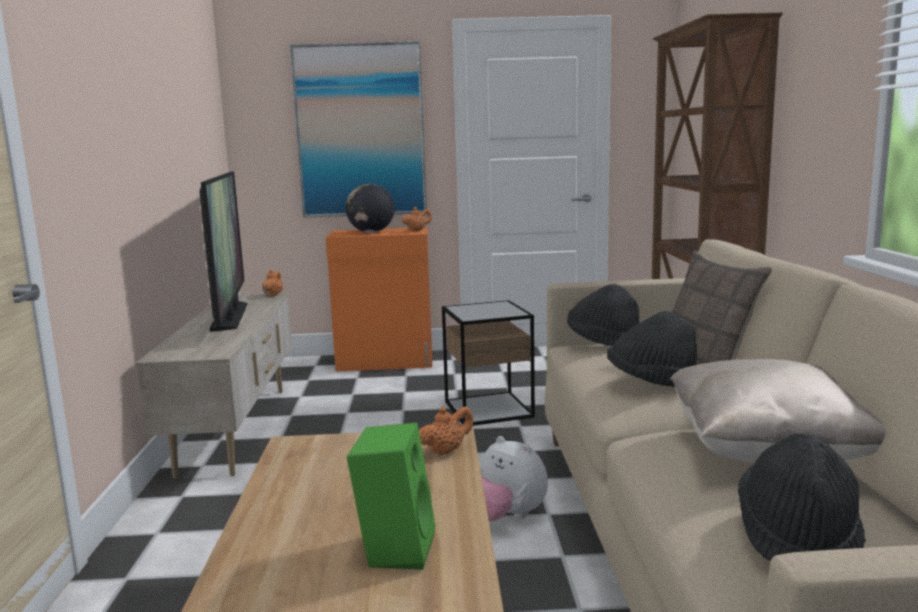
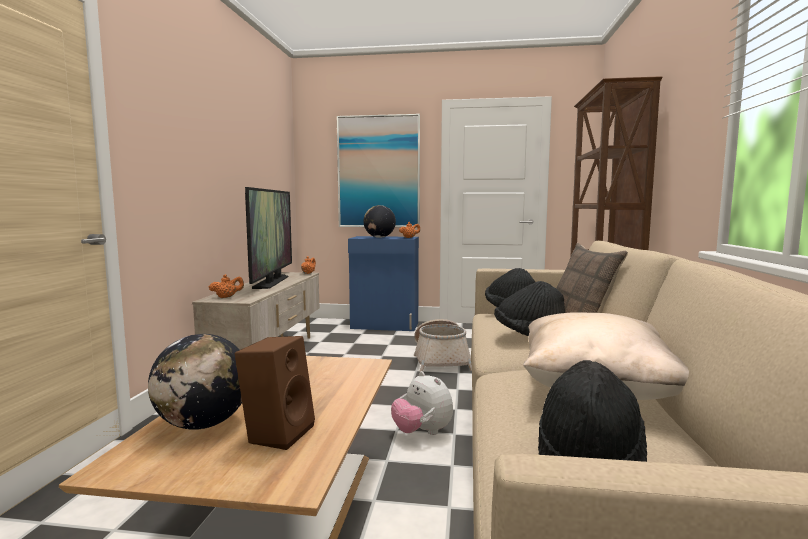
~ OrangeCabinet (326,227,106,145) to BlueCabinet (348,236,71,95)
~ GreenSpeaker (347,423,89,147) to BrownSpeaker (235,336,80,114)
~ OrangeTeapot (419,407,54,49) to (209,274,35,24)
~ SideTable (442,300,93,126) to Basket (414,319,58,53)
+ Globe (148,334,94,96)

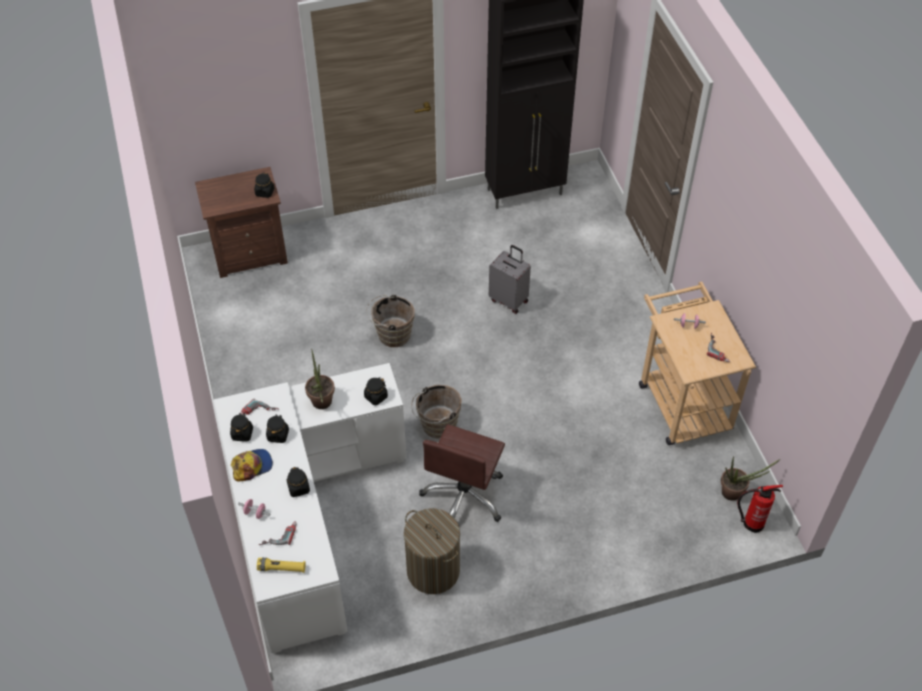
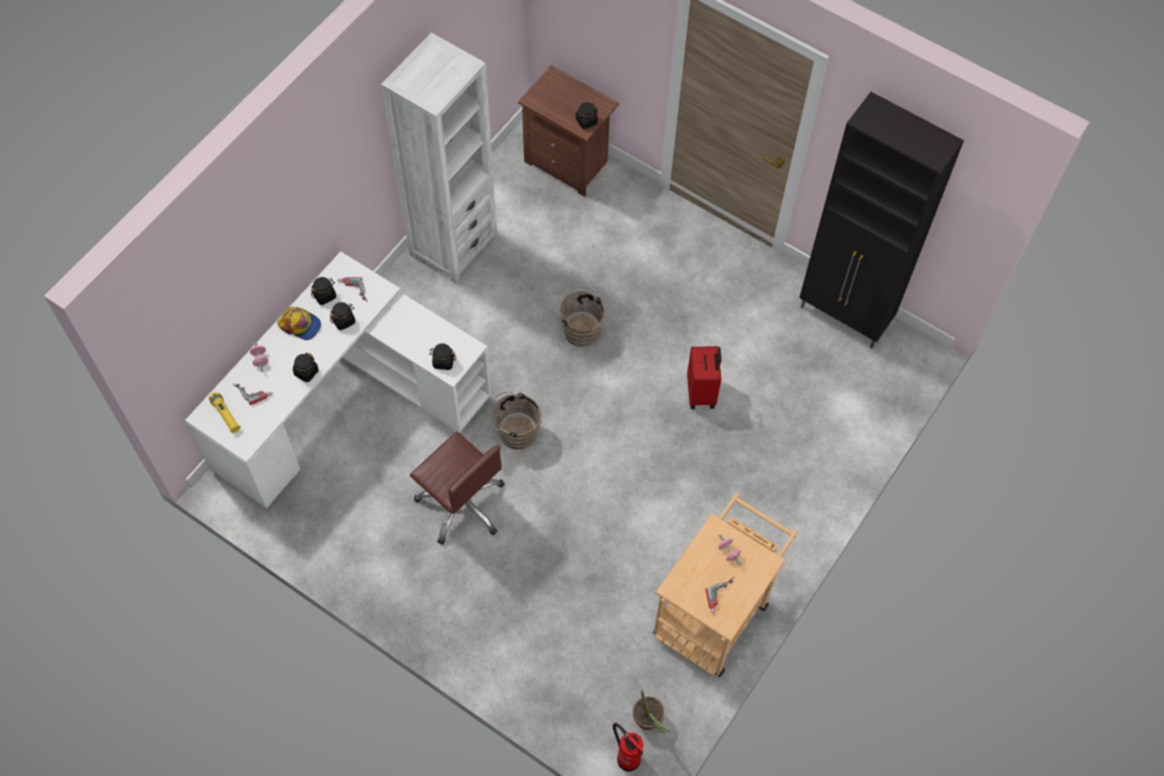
- PottedPlant (305,349,30,60)
- LaundryBasket (404,508,56,86)
~ BrownOfficeChair (419,424,86,98) = (410,432,95,113) 120 degrees counterclockwise
~ GreySuitcase (489,245,42,69) to RedSuitcase (687,346,35,63)
+ WhiteBookcase (381,33,116,251)

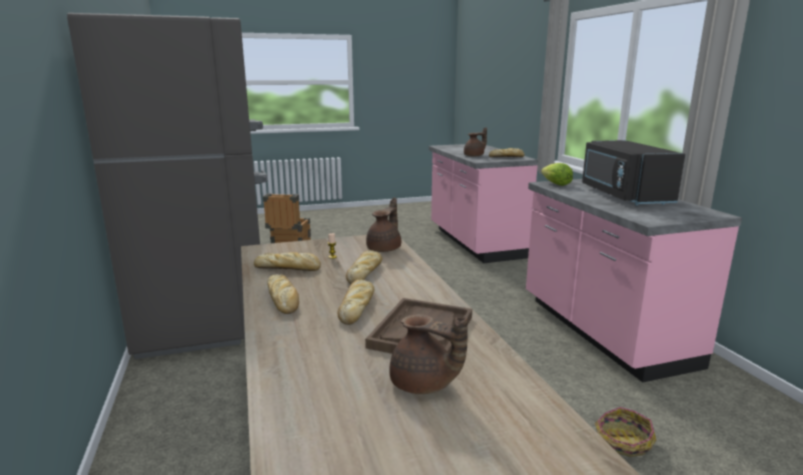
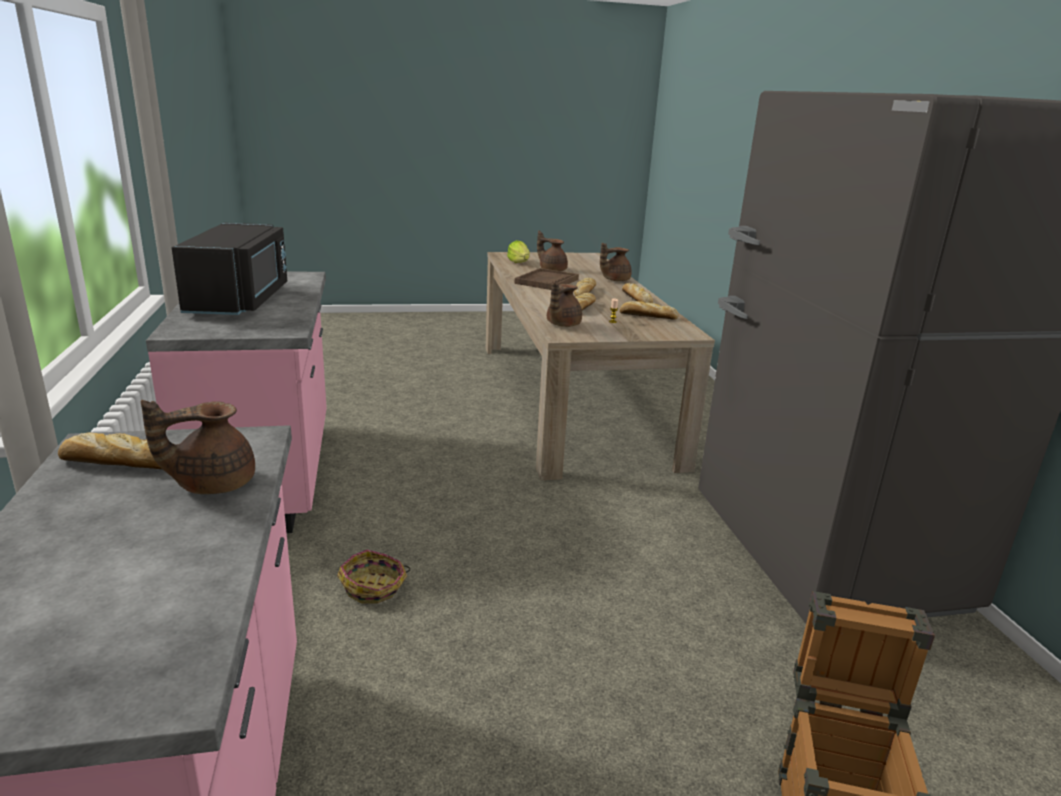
~ Lettuce (541,163,32,23) to (507,240,23,23)
~ Basket (595,407,61,50) to (337,550,73,53)
+ BrownTeapot (600,243,32,38)

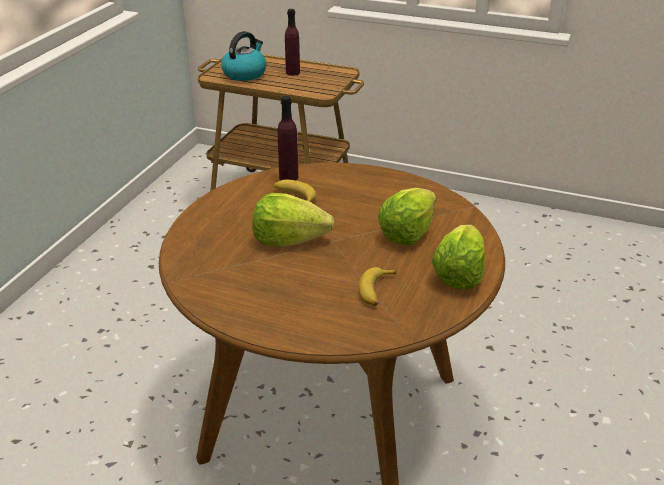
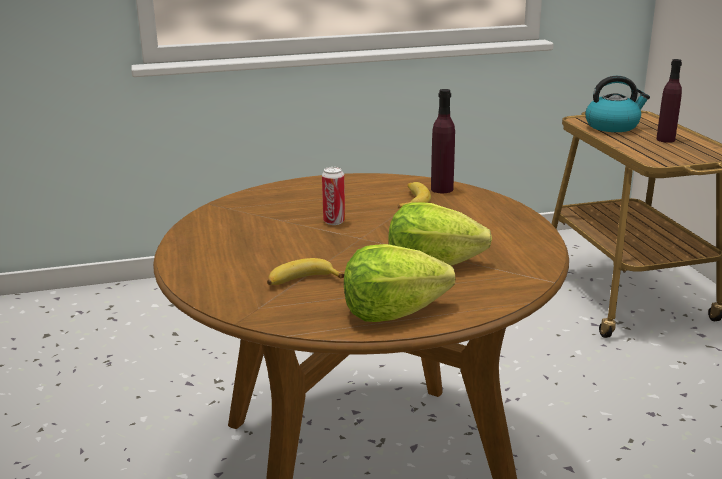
~ Lettuce (252,193,82,53) to Can (322,167,23,58)

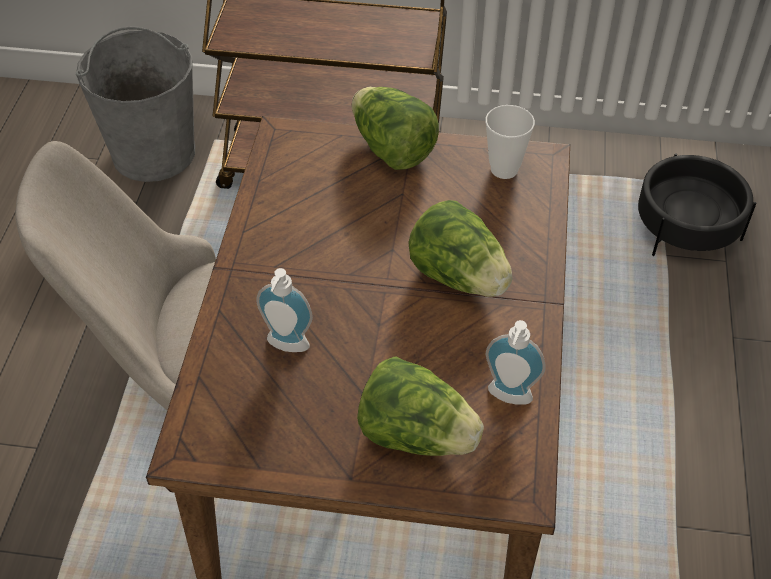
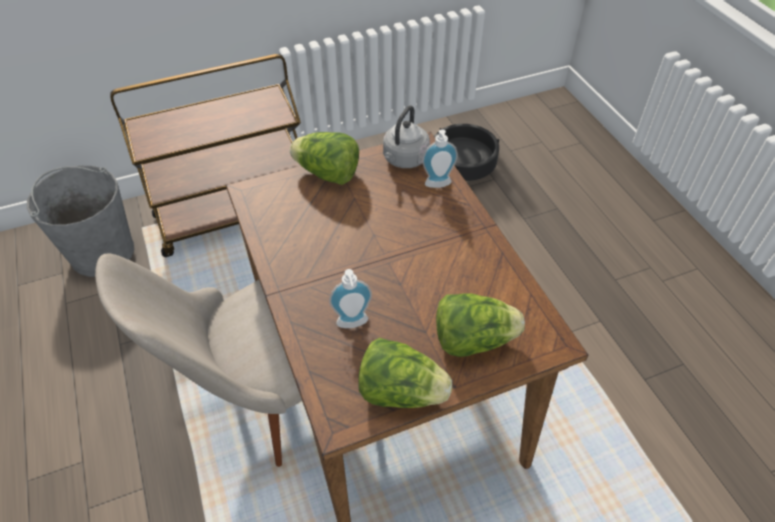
~ Lettuce (408,200,104,97) to (359,338,93,70)
~ Cup (485,105,50,74) to GreyKettle (383,105,47,63)
~ SoapDispenser (486,320,60,85) to (422,129,36,59)

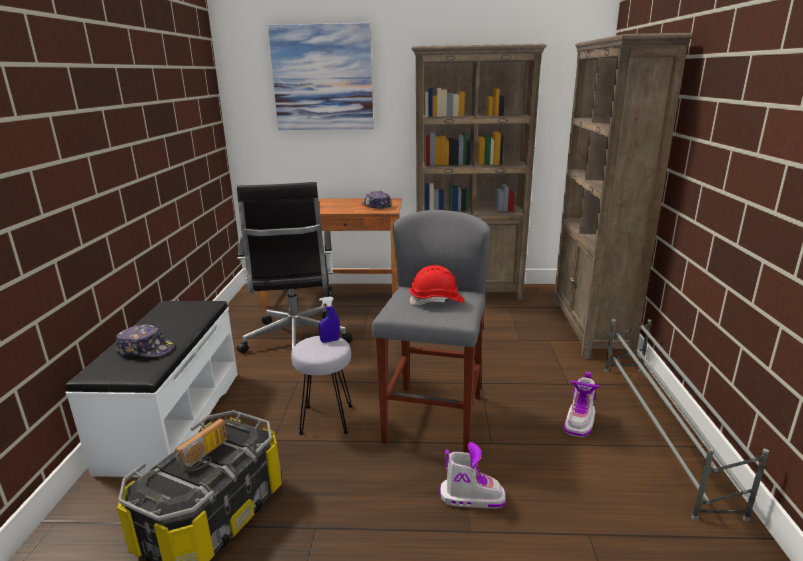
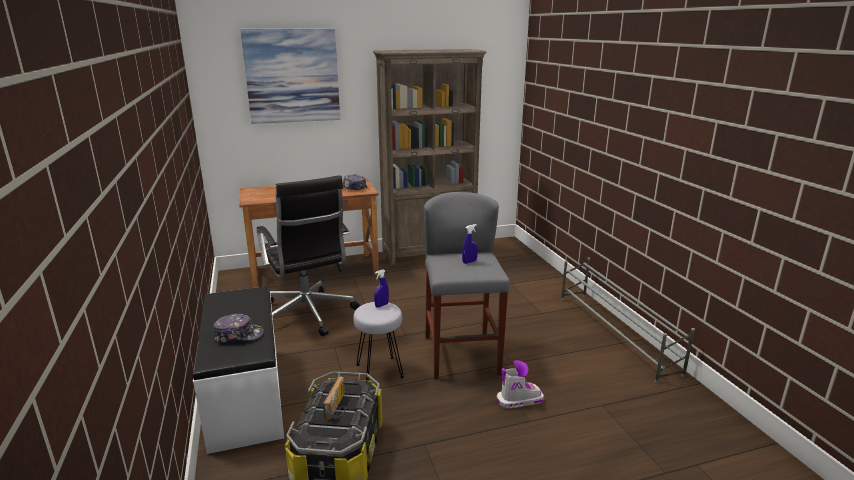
~ RedHardHat (410,265,55,40) to BlueSprayBottle (462,224,16,40)
- BrownBookcase (553,33,139,326)
- Boot (564,372,37,65)

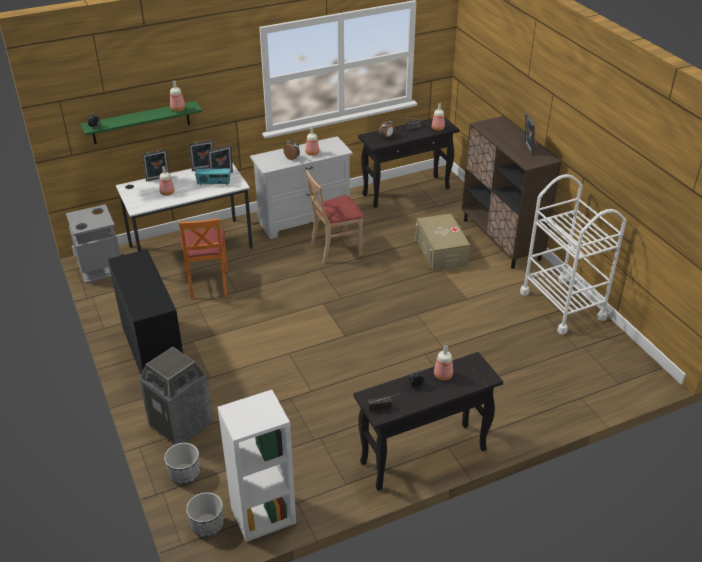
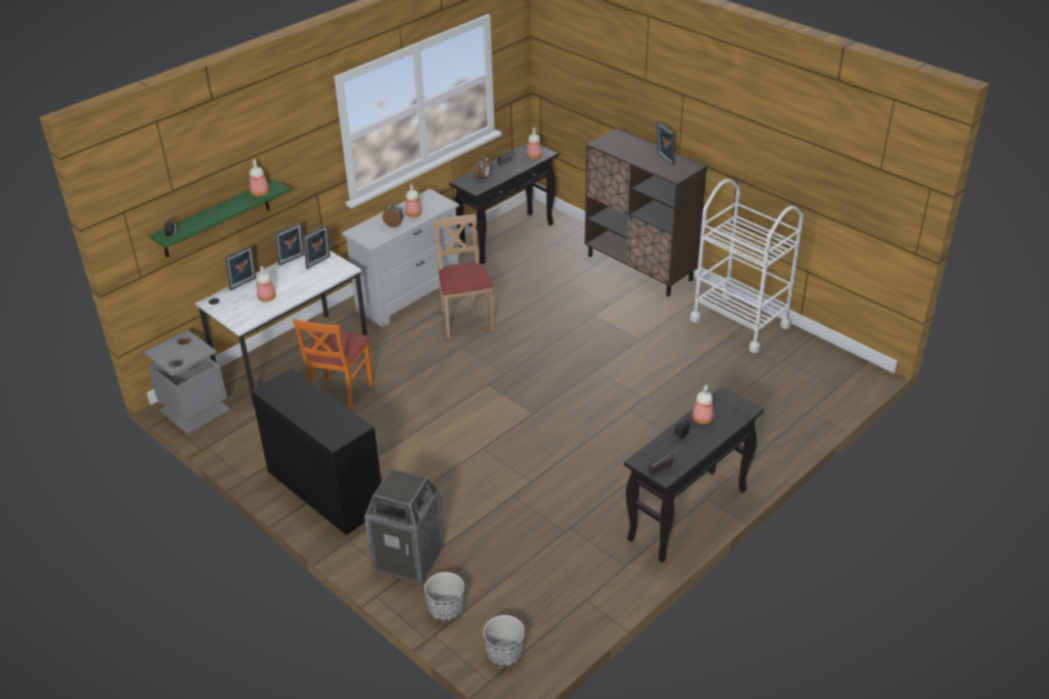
~ OrangeChair (179,218,49,82) = (293,319,81,92) 45 degrees clockwise
- Radio (195,168,35,18)
- WhiteBookcase (218,390,78,152)
~ BeigeChair (306,170,58,93) = (433,214,61,125) 120 degrees clockwise
- BeigeStorageBox (415,214,55,57)

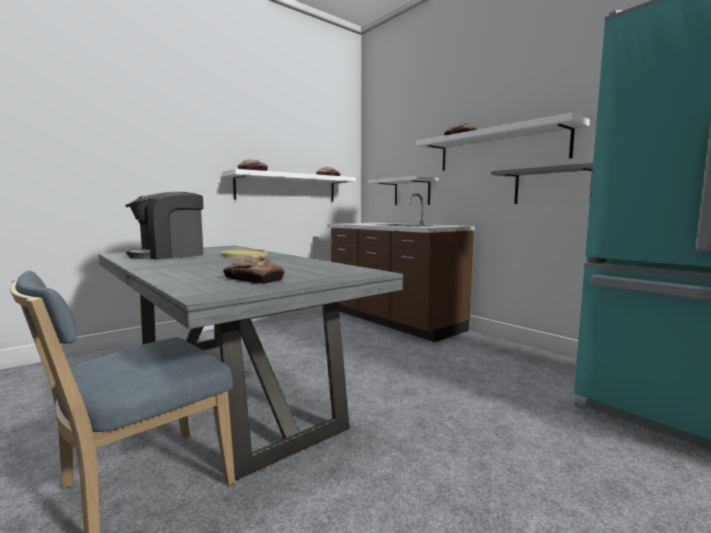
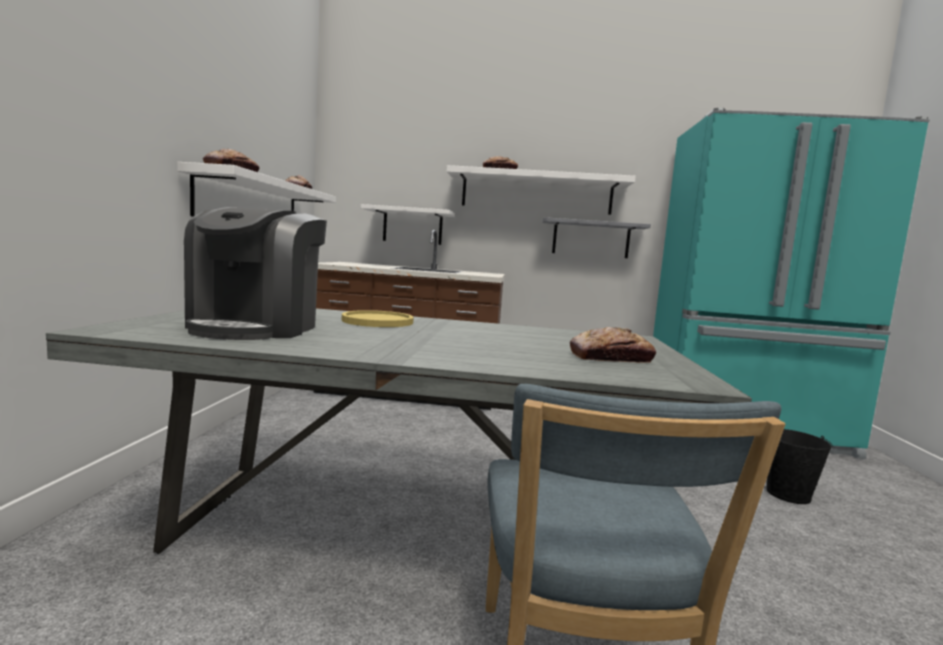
+ BlackBucket (767,429,66,75)

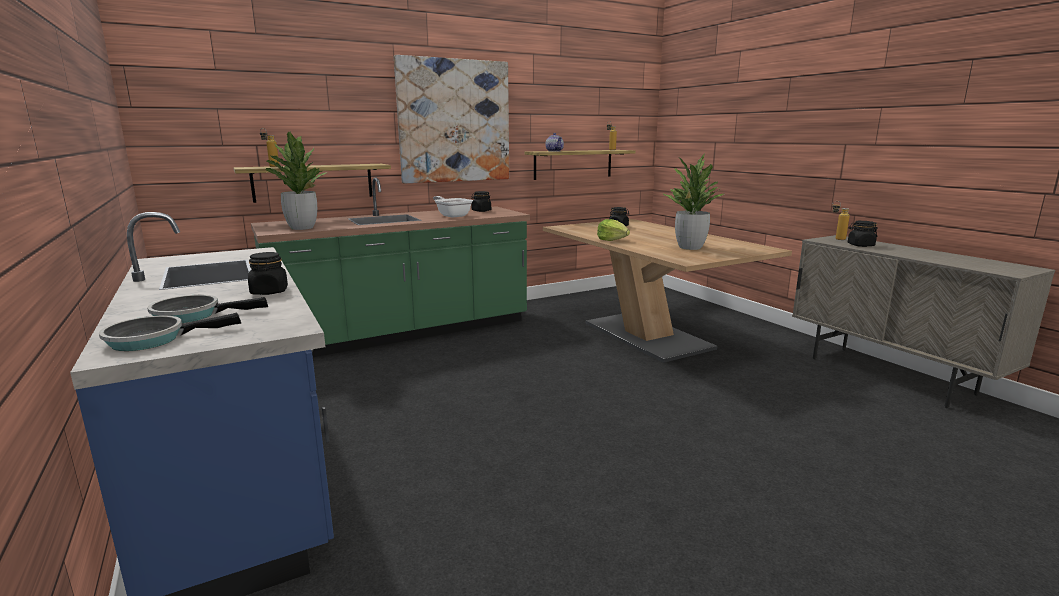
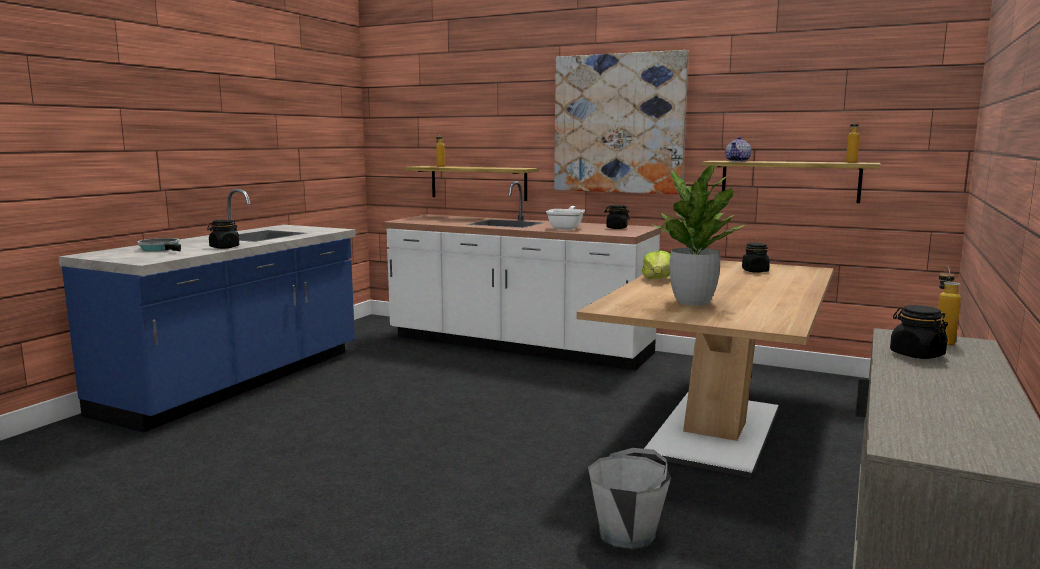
- FryingPan (99,313,142,38)
~ GreenCounter (251,177,279,180) to WhiteCounter (382,181,280,190)
- PottedPlant (265,132,63,98)
+ GreyBucket (588,448,83,101)

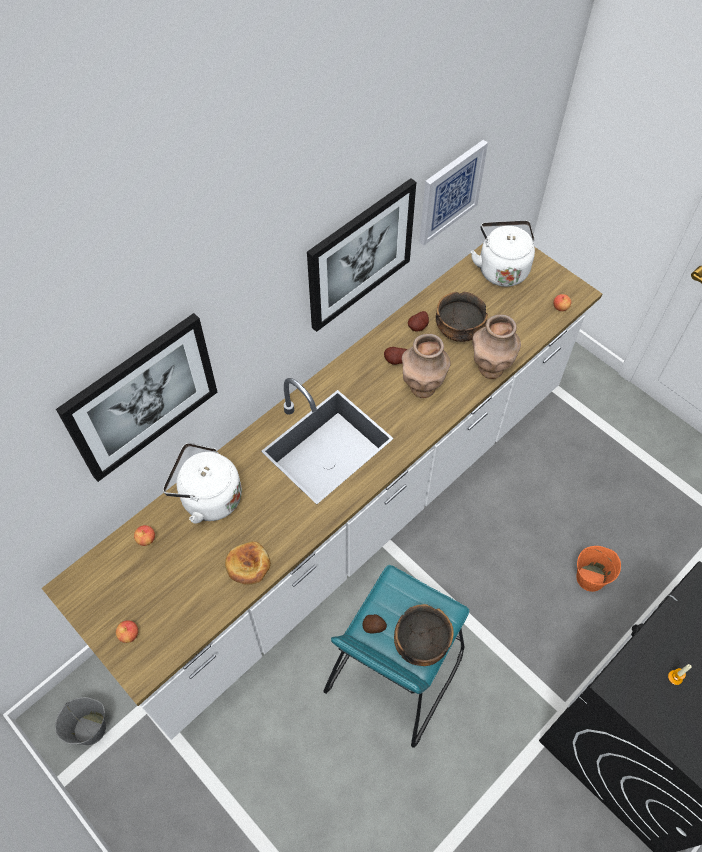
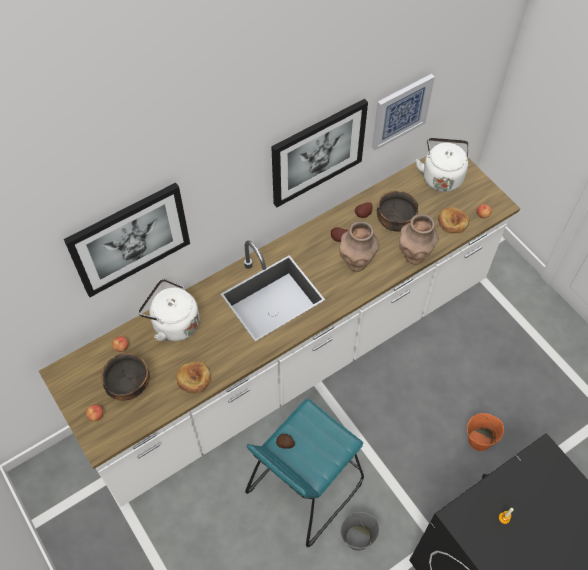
~ GreyBucket (55,697,51,48) to (340,512,40,39)
~ Bowl (394,604,60,62) to (101,353,49,48)
+ Bread (438,207,31,27)

